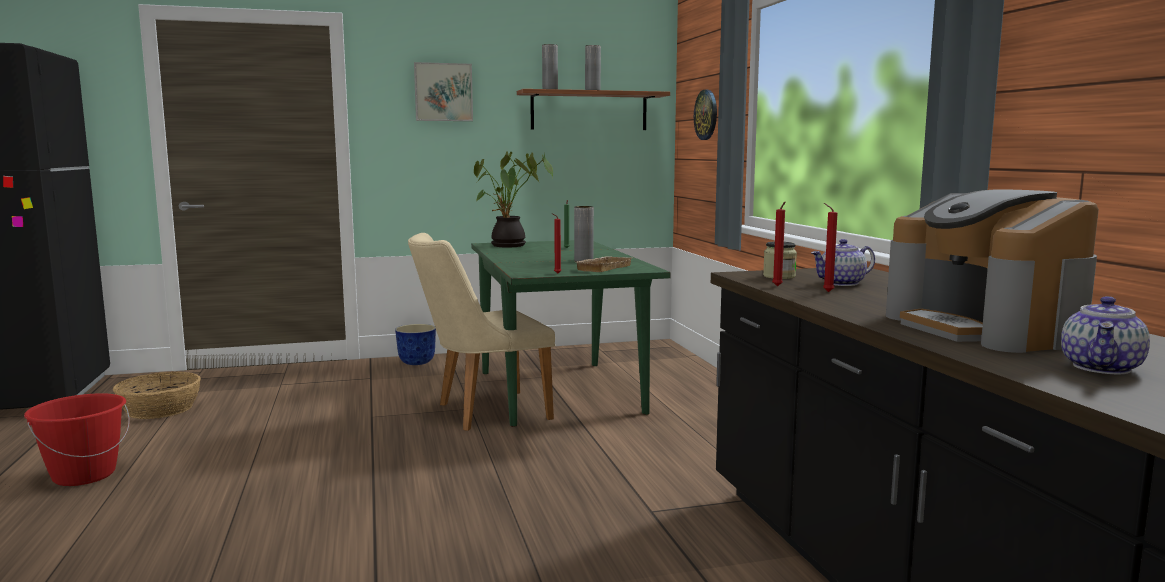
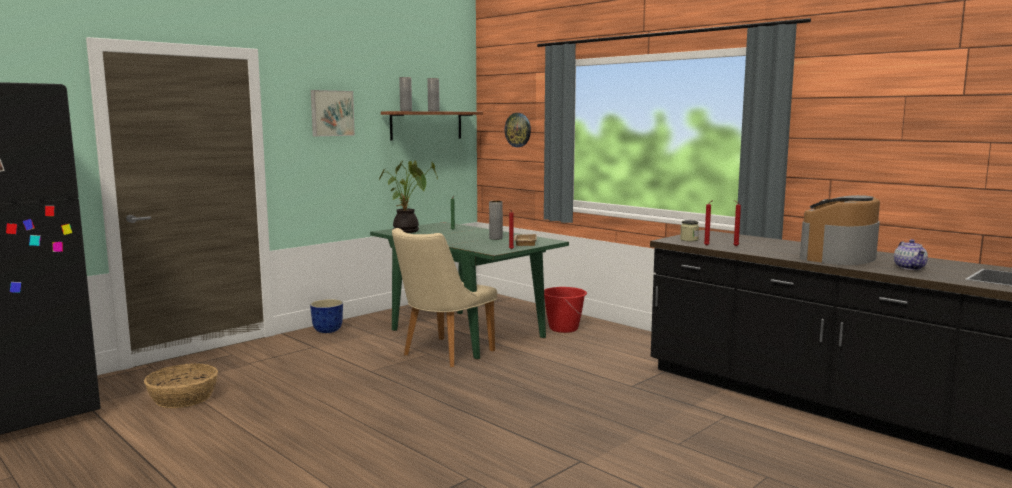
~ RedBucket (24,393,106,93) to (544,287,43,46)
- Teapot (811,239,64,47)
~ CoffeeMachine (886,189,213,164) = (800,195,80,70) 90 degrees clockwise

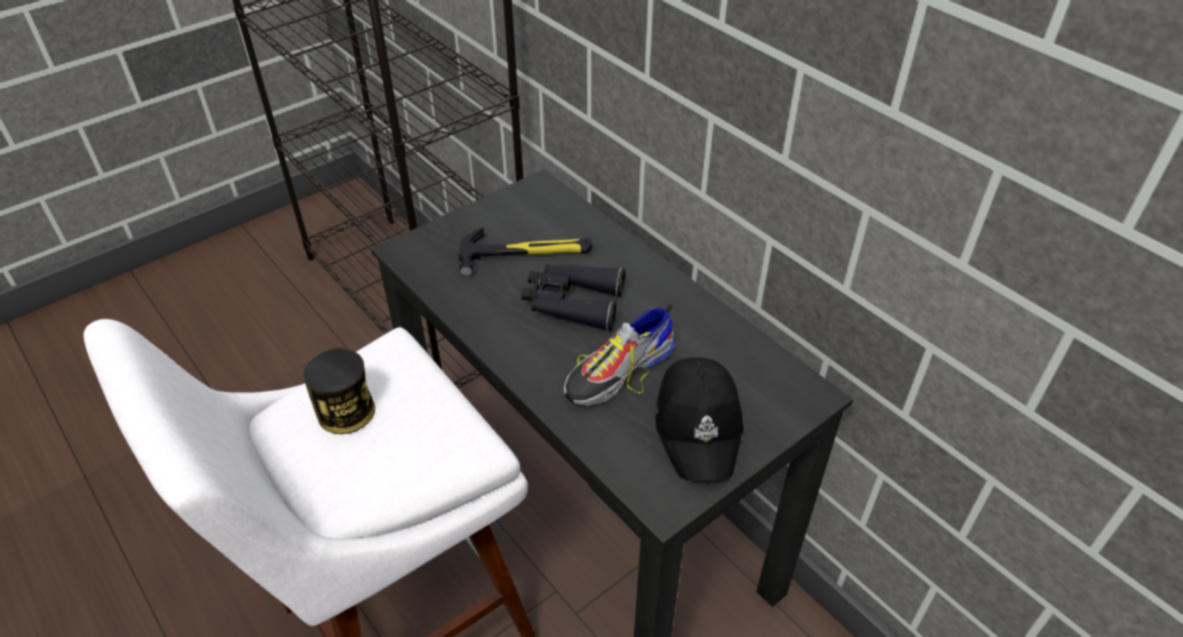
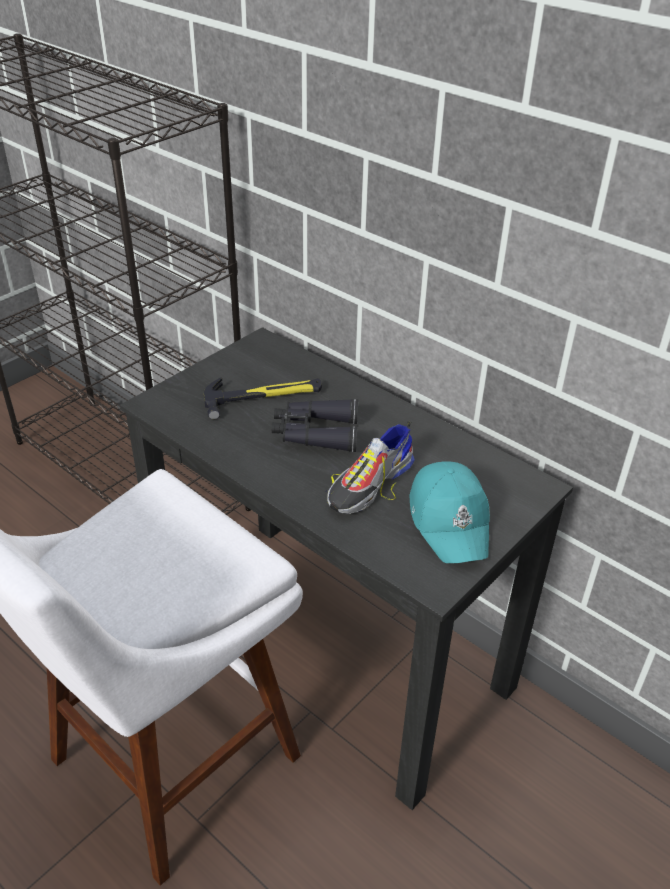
- Can (303,348,72,86)
~ BlackCap (655,357,89,124) to TurquoiseCap (410,461,80,102)

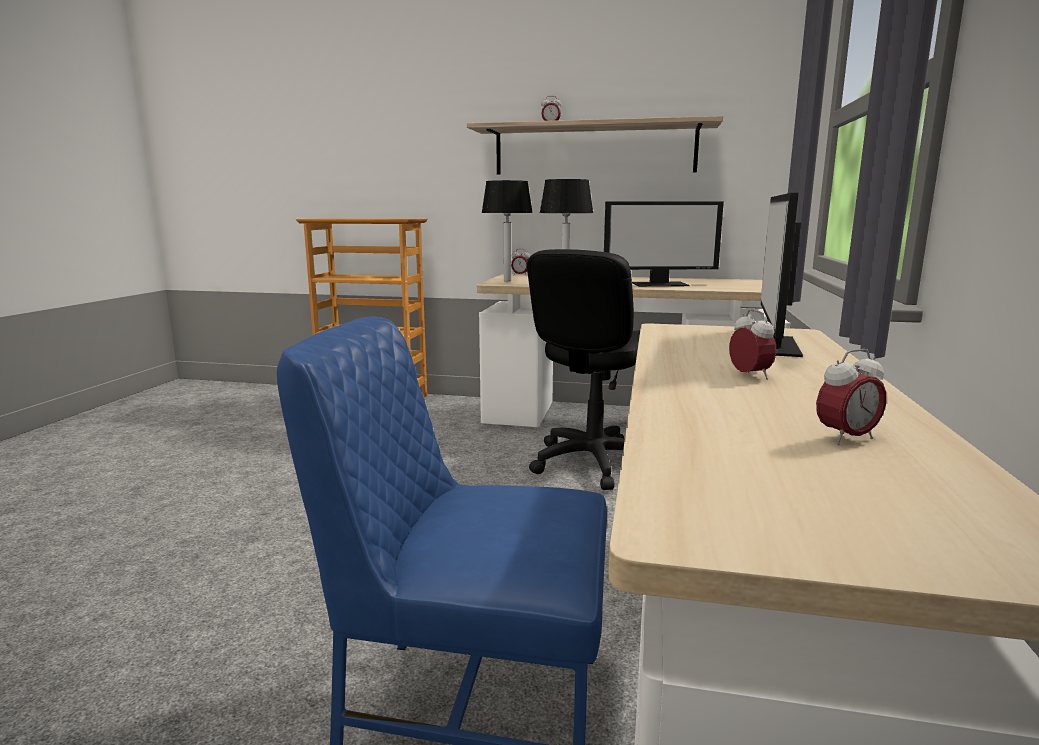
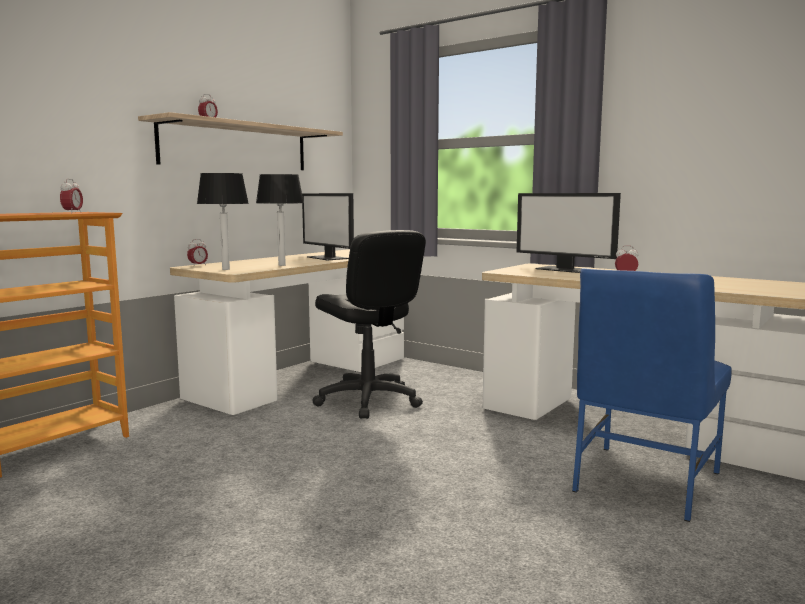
~ Monitor (604,201,120,86) = (302,193,52,67) 120 degrees clockwise
~ AlarmClock (816,349,70,96) to (60,179,23,34)

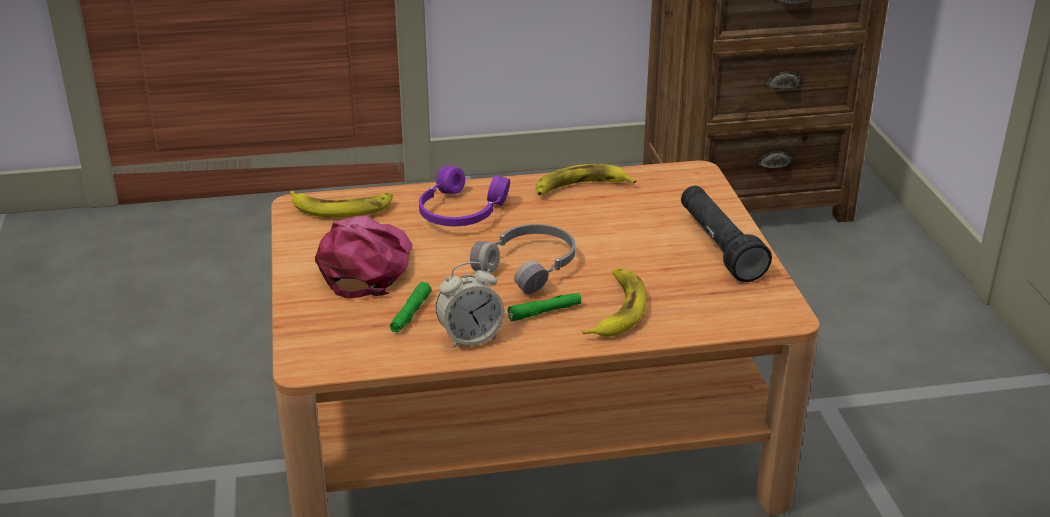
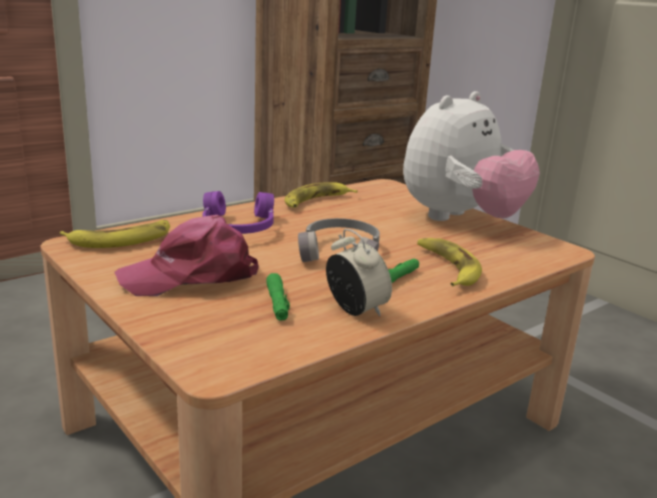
~ PinkCap (315,216,97,82) = (114,215,145,81) 90 degrees counterclockwise
~ AlarmClock (436,262,69,86) = (326,229,66,87) 75 degrees counterclockwise
~ BlackFlashlight (681,186,91,96) to PlushToy (403,91,137,130)

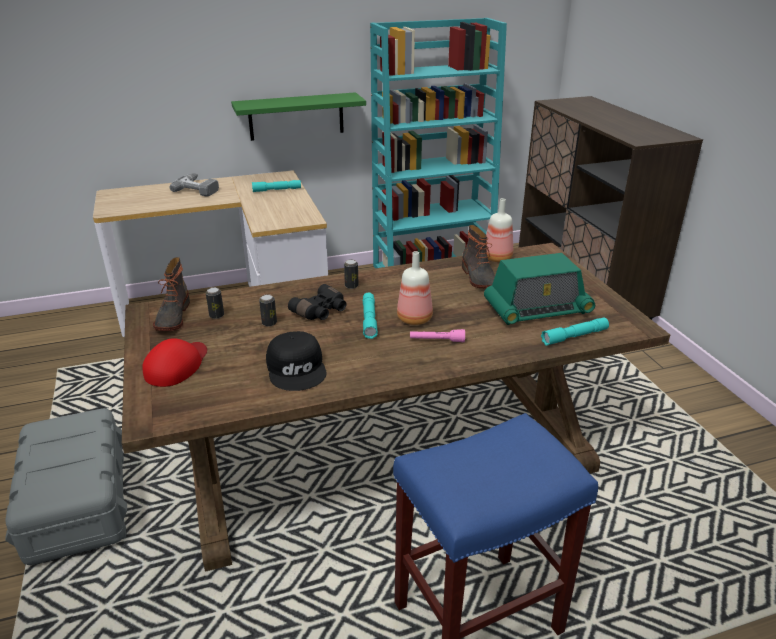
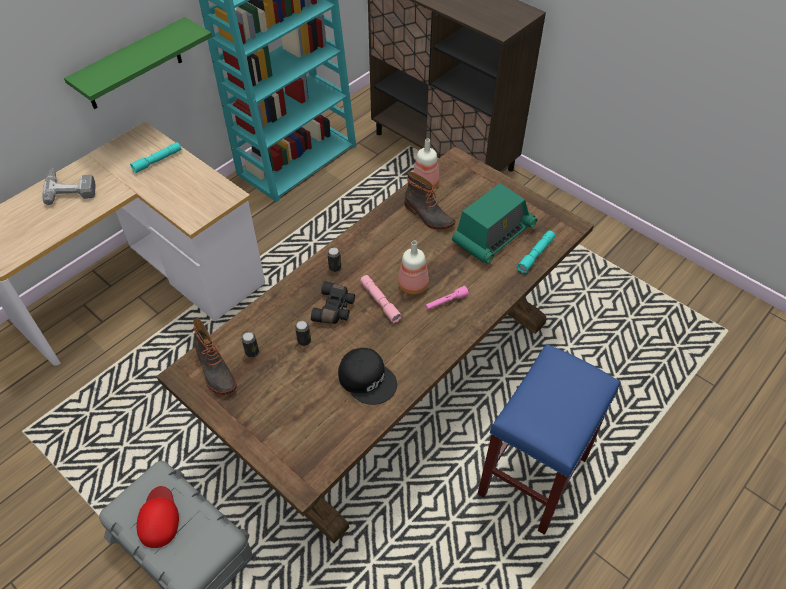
~ RedCap (142,338,65,49) to (137,486,42,62)
~ TurquoiseFlashlight (363,292,15,47) to PinkFlashlight (360,275,42,48)

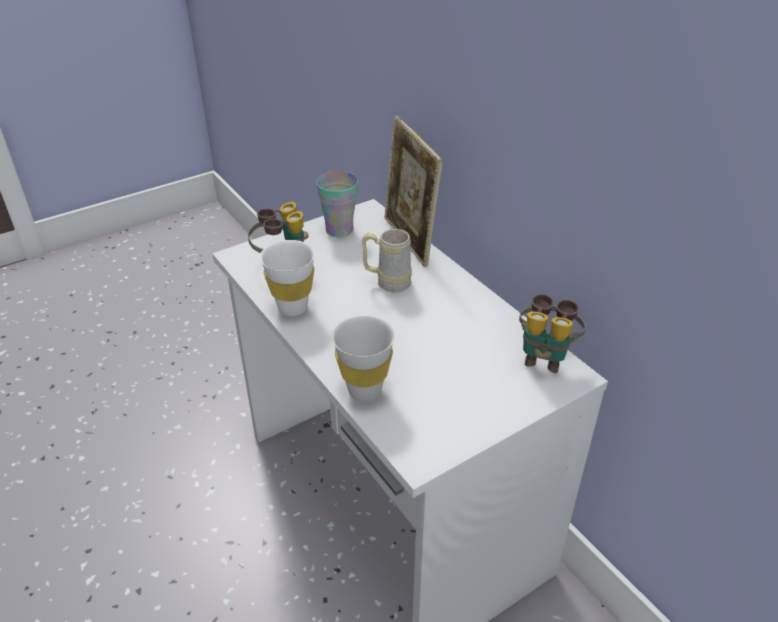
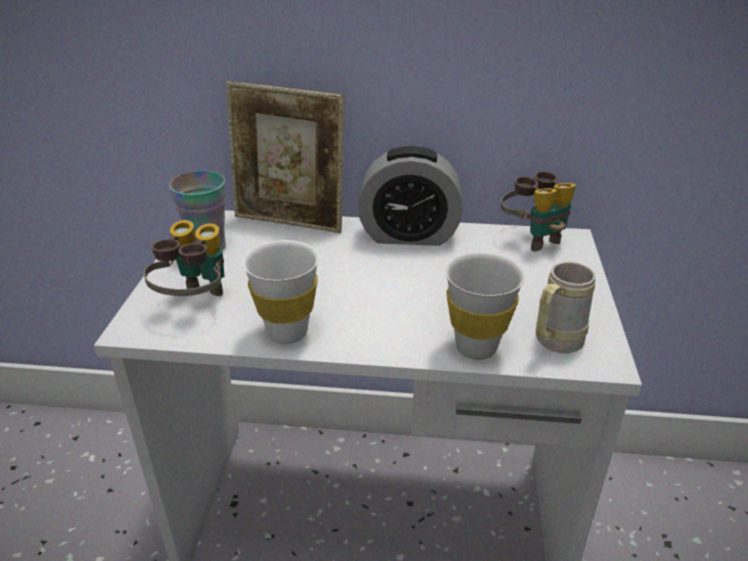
~ BeigeMug (362,229,50,63) to (536,262,60,91)
+ AlarmClock (358,146,105,100)

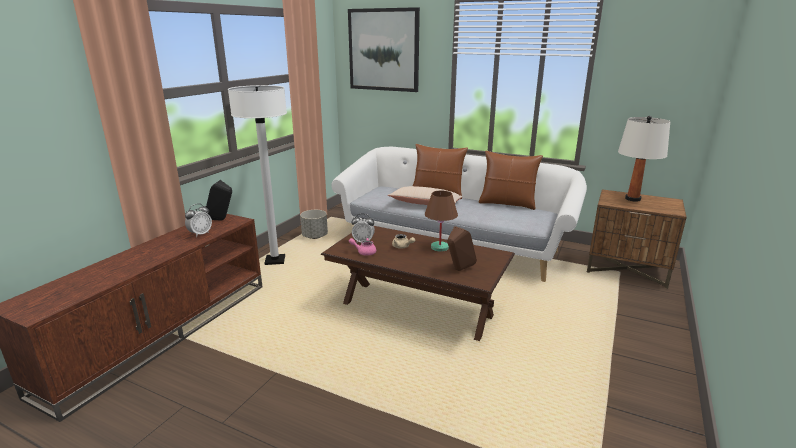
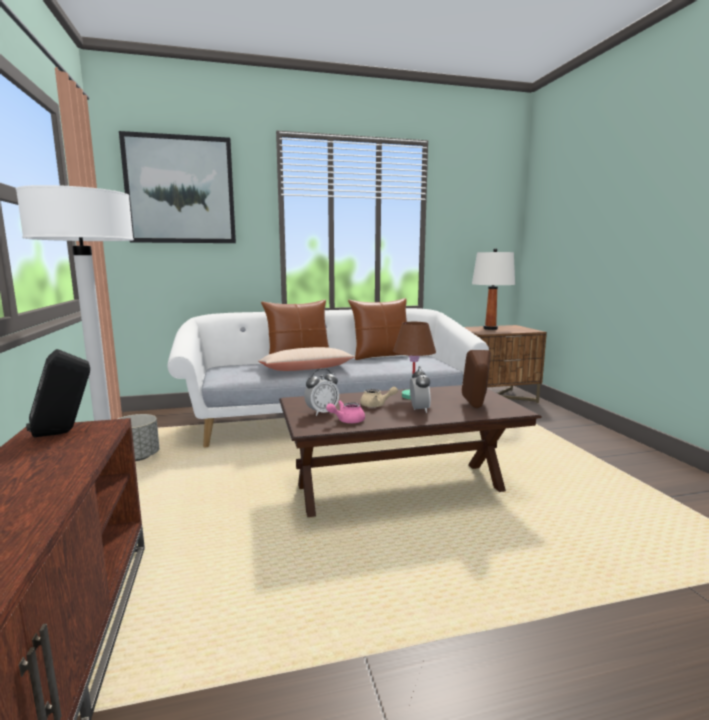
~ AlarmClock (185,204,27,33) to (410,366,21,47)

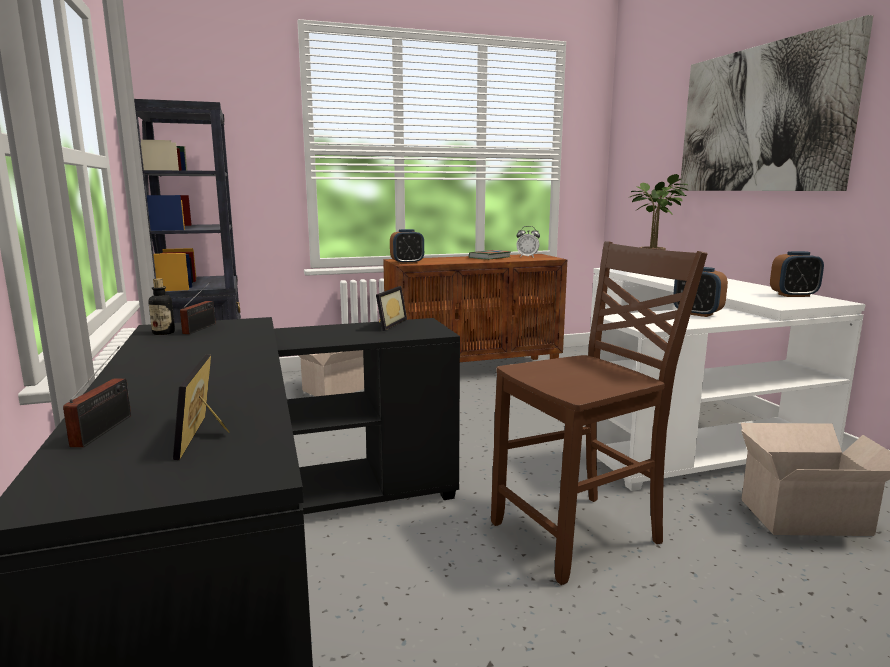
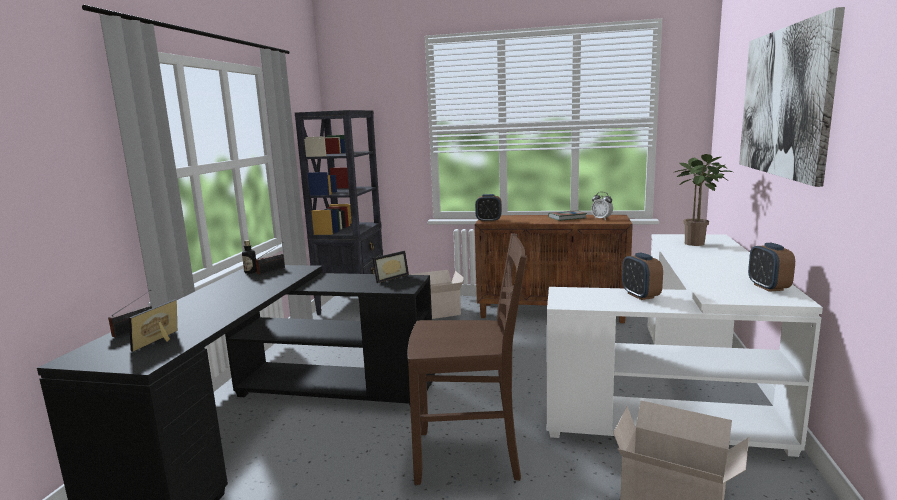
~ AlarmClock (770,251,54,46) = (748,243,47,49) 60 degrees clockwise

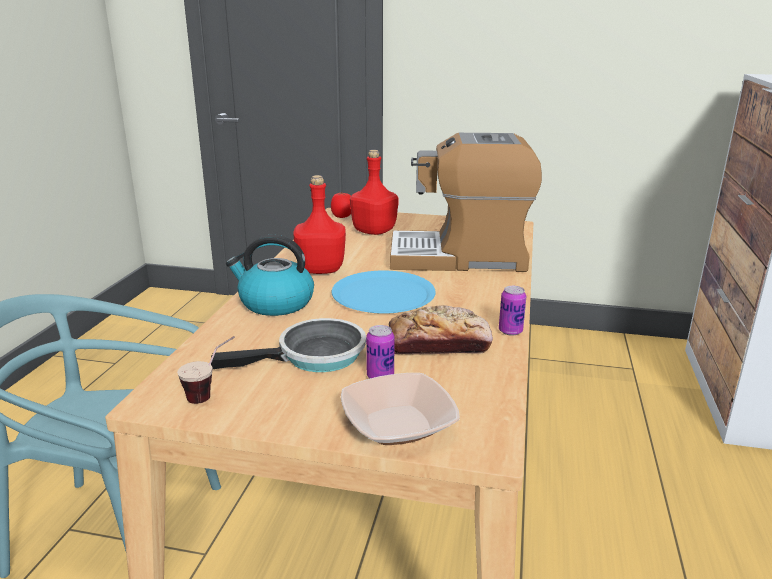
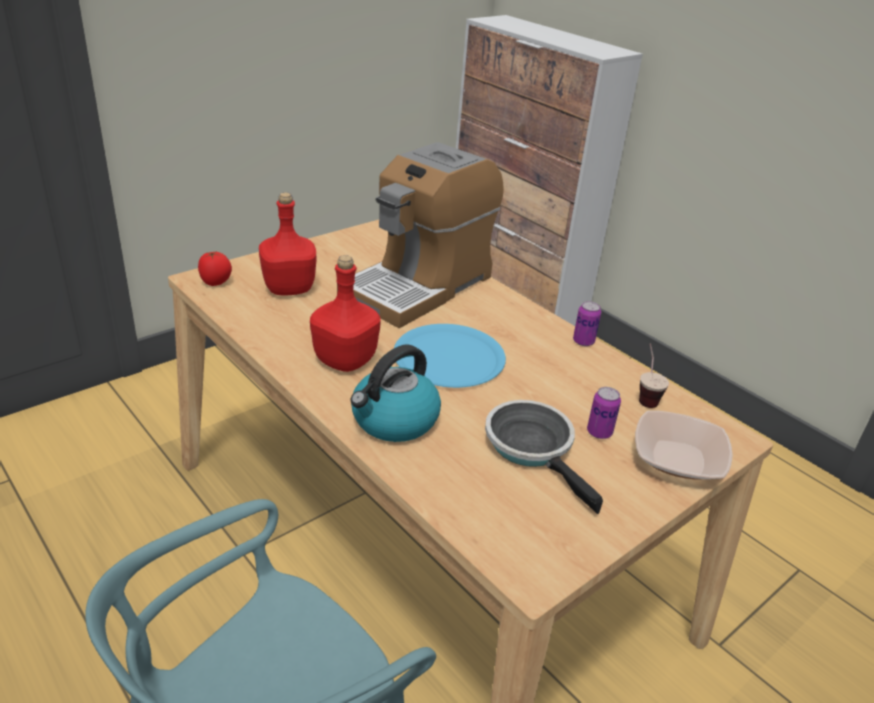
~ Cup (177,336,58,68) to (639,343,30,65)
~ FryingPan (211,318,155,54) = (485,400,118,114) 45 degrees counterclockwise
- Bread (389,305,104,49)

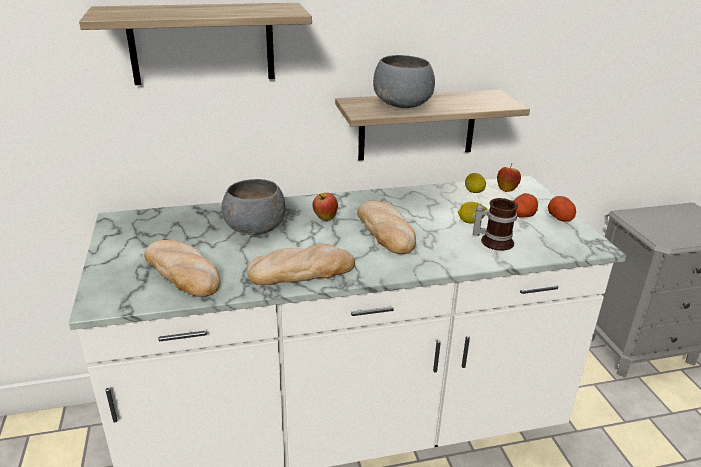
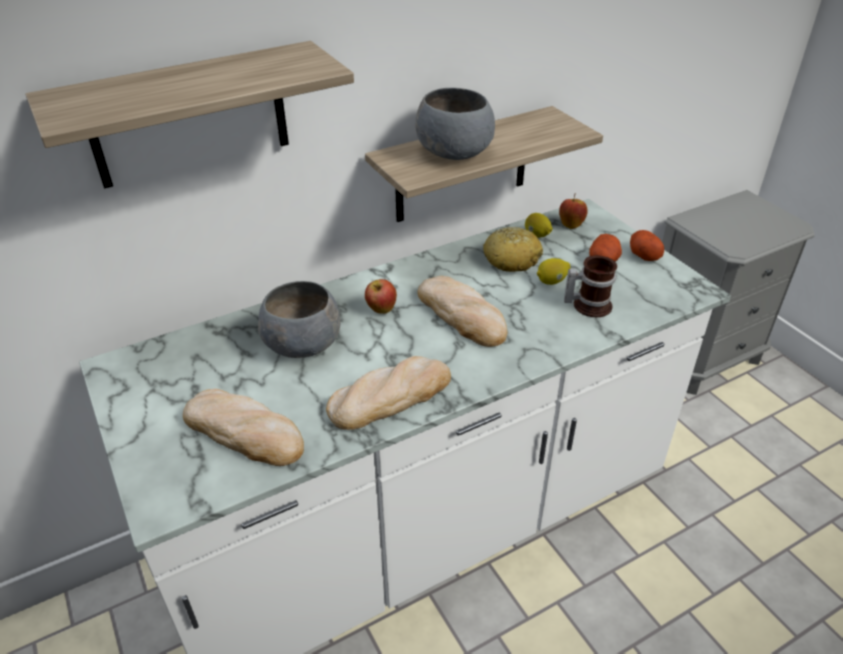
+ Bread (483,227,60,45)

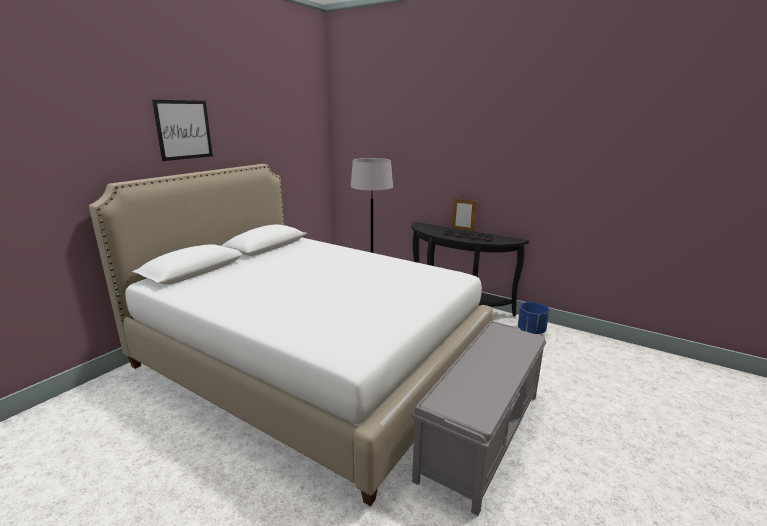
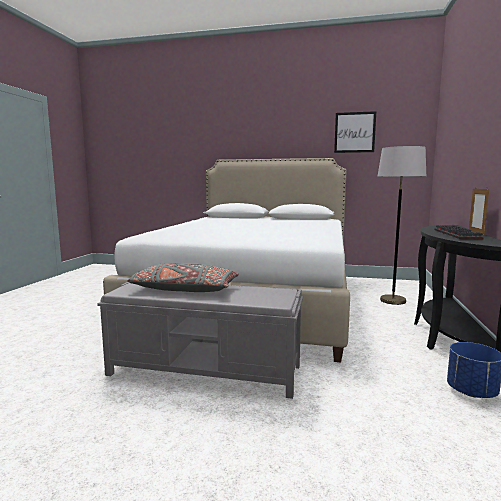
~ Picture (152,100,61,61) to (334,111,42,42)
+ GreyPillow (127,263,112,29)

